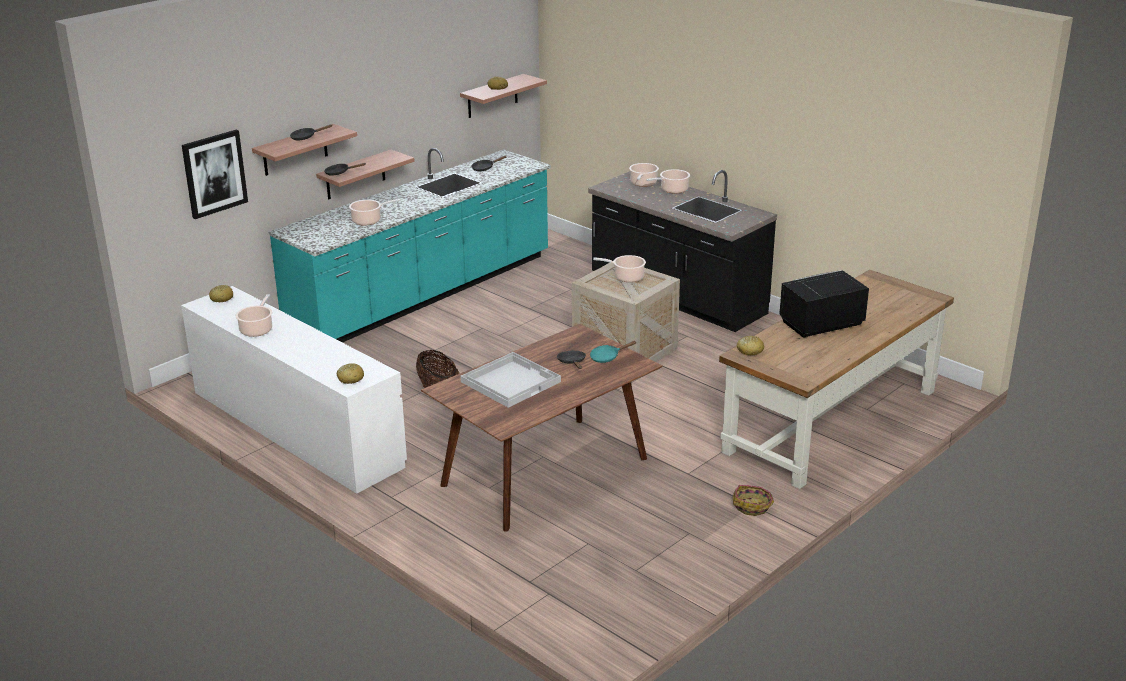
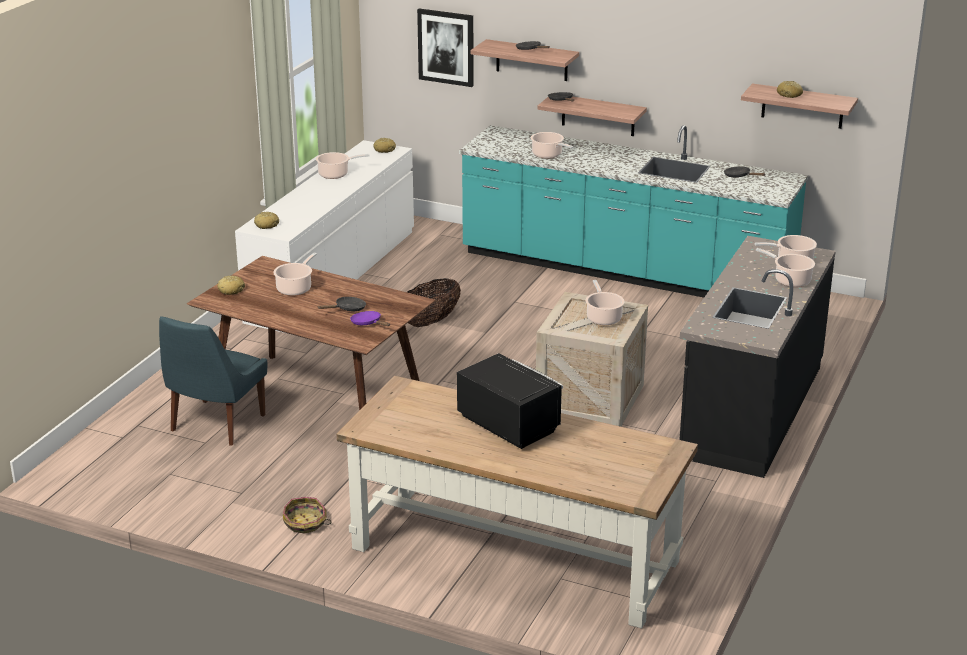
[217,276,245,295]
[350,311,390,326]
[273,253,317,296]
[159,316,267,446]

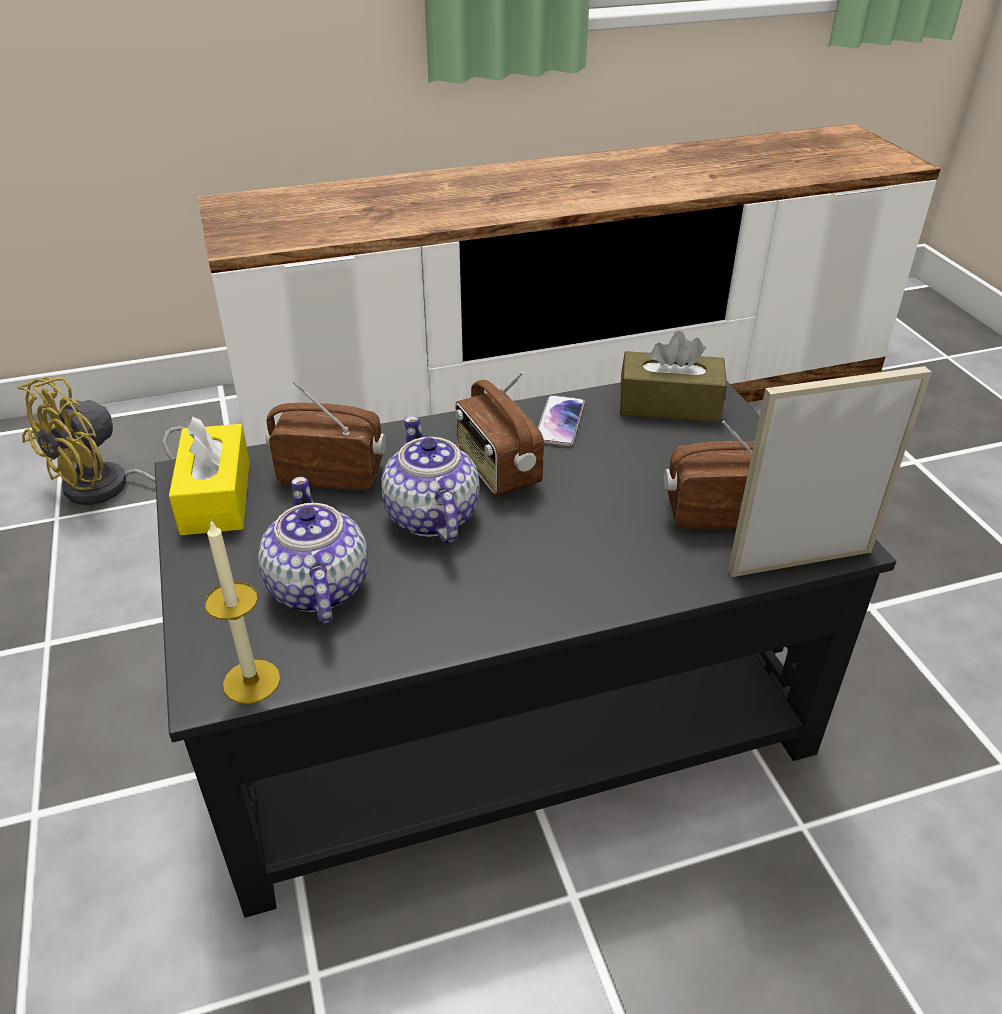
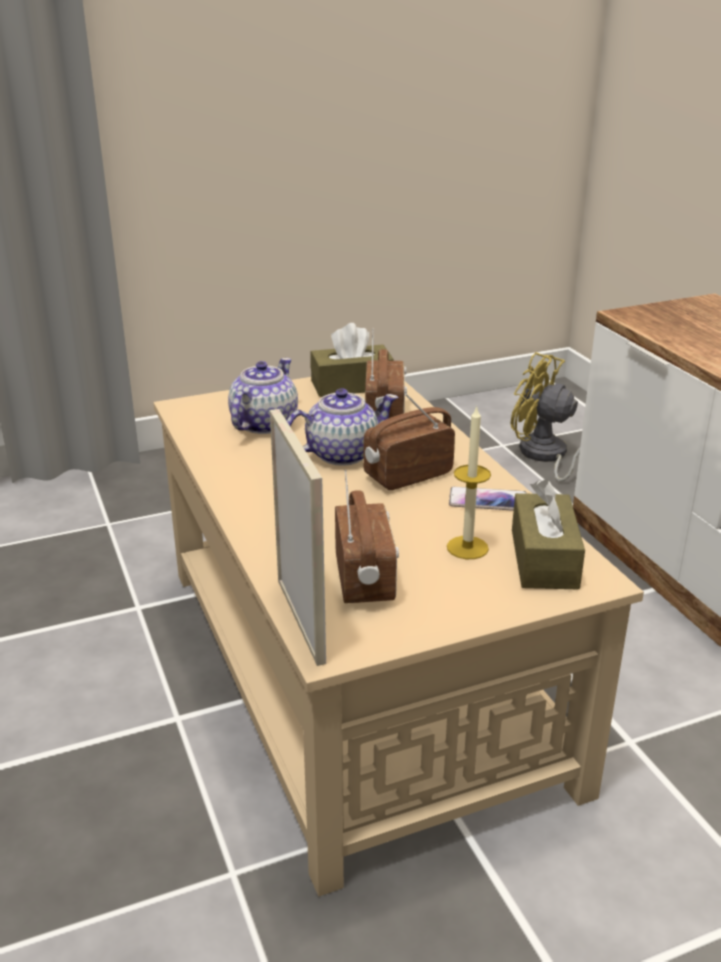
[153,377,644,896]
[311,323,394,397]
[228,358,298,434]
[447,406,491,559]

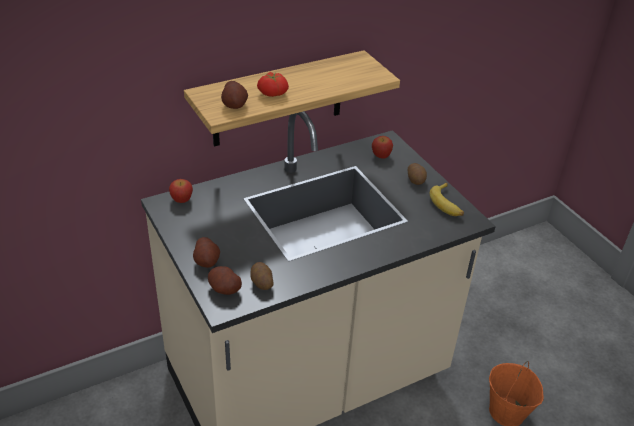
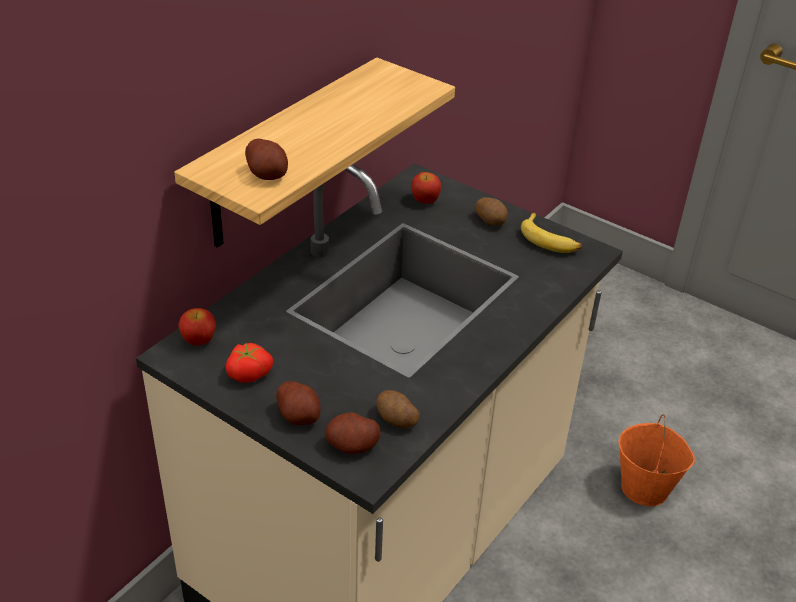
[226,343,273,383]

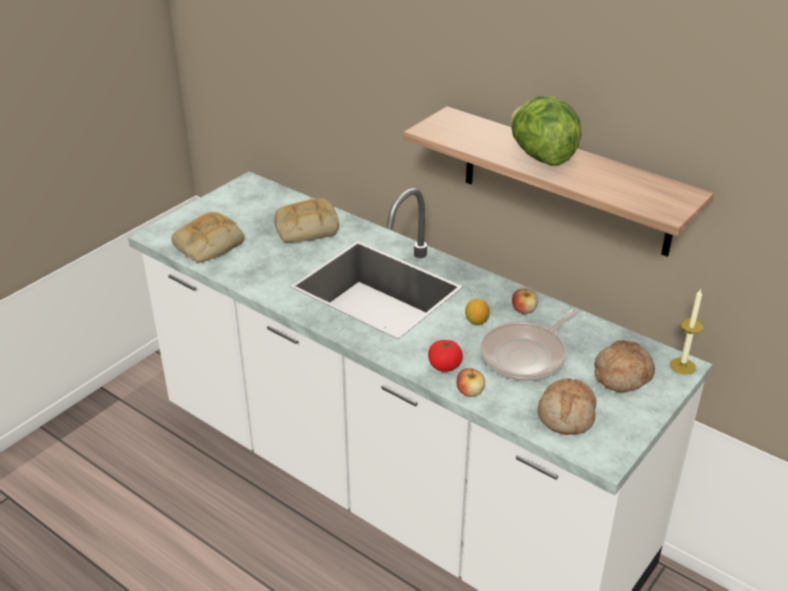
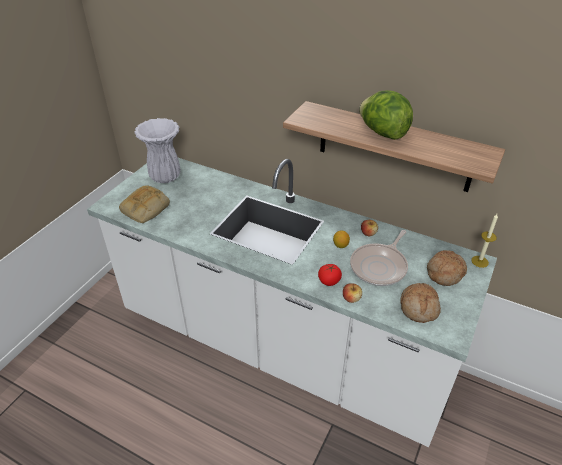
[274,198,339,242] (first image)
[134,118,181,183]

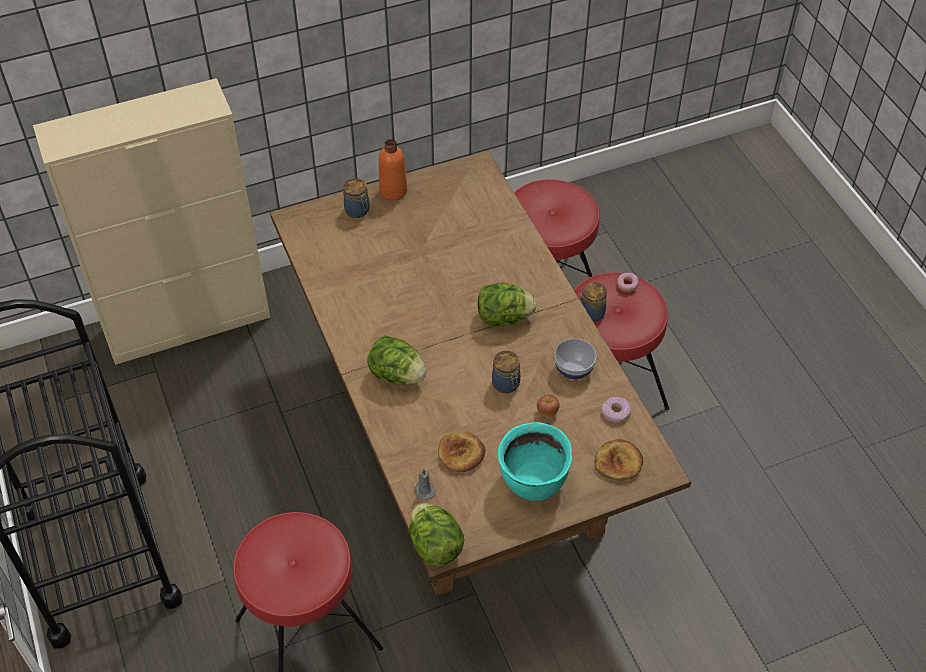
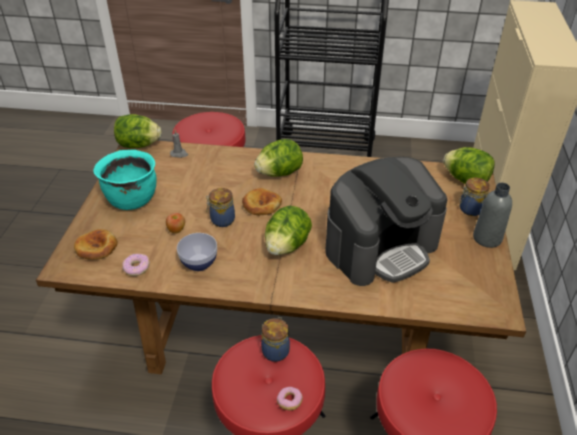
[473,183,512,248]
[242,188,282,216]
[443,147,495,184]
[325,157,447,286]

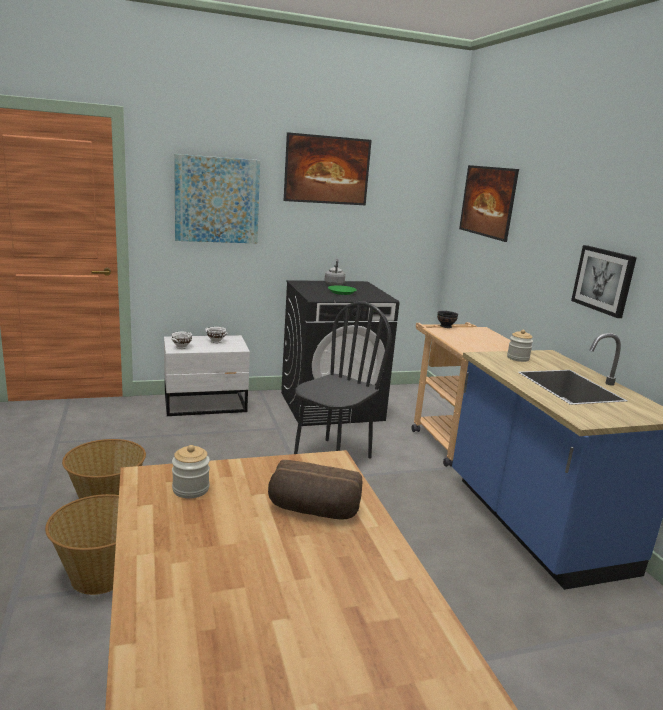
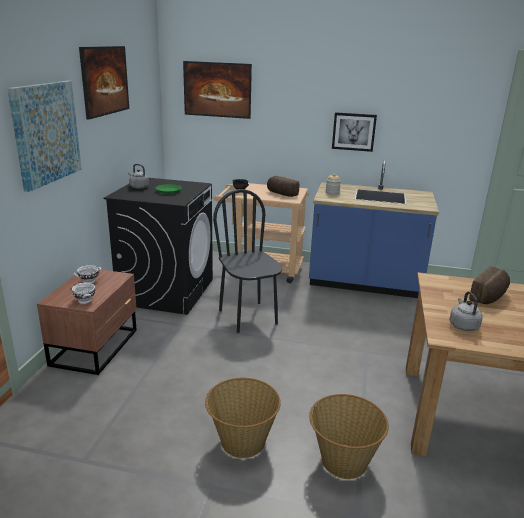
[37,269,137,375]
[450,291,483,331]
[267,176,299,197]

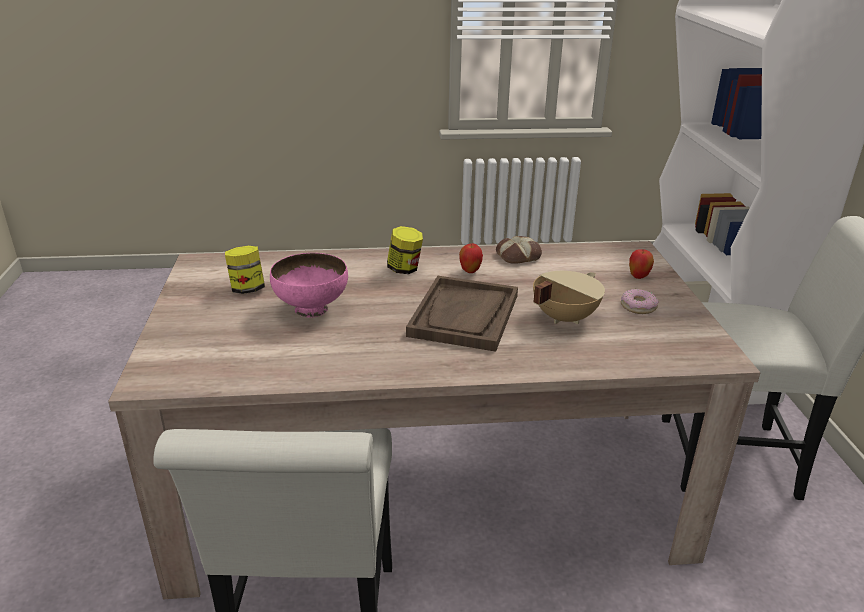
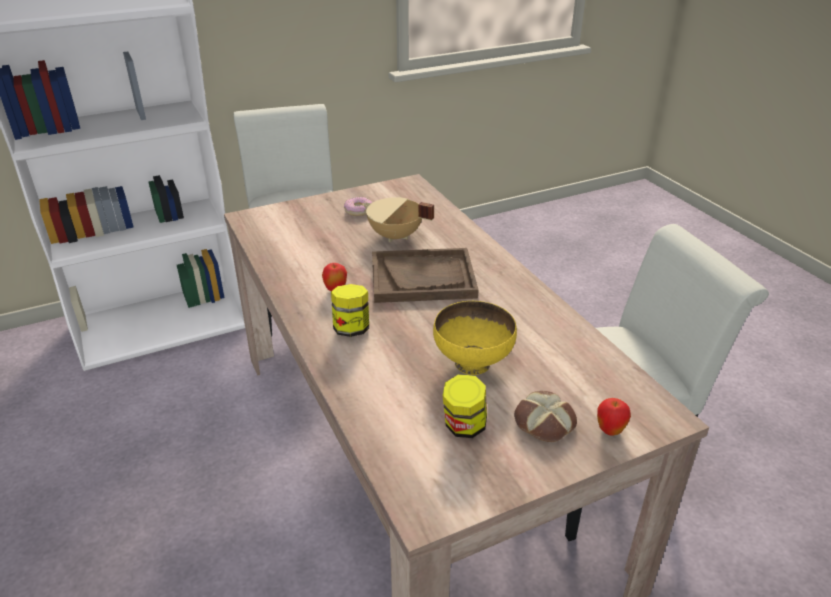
[514,391,577,442]
[597,398,631,436]
[433,301,517,375]

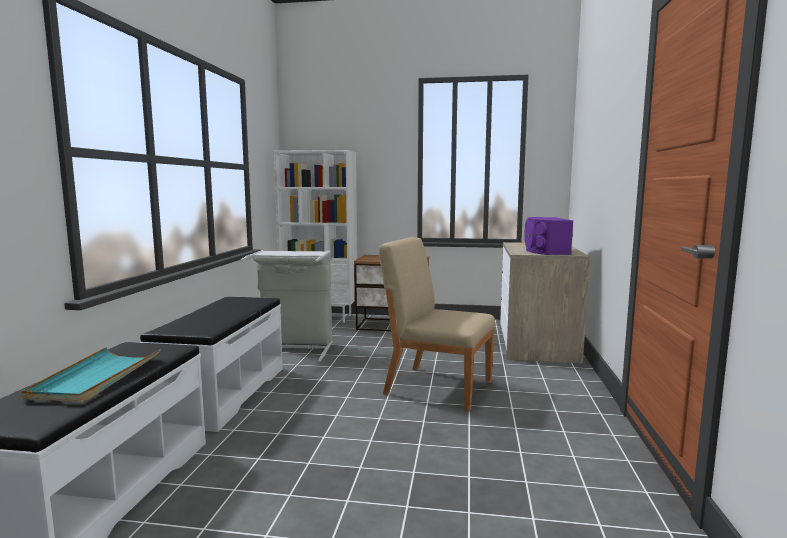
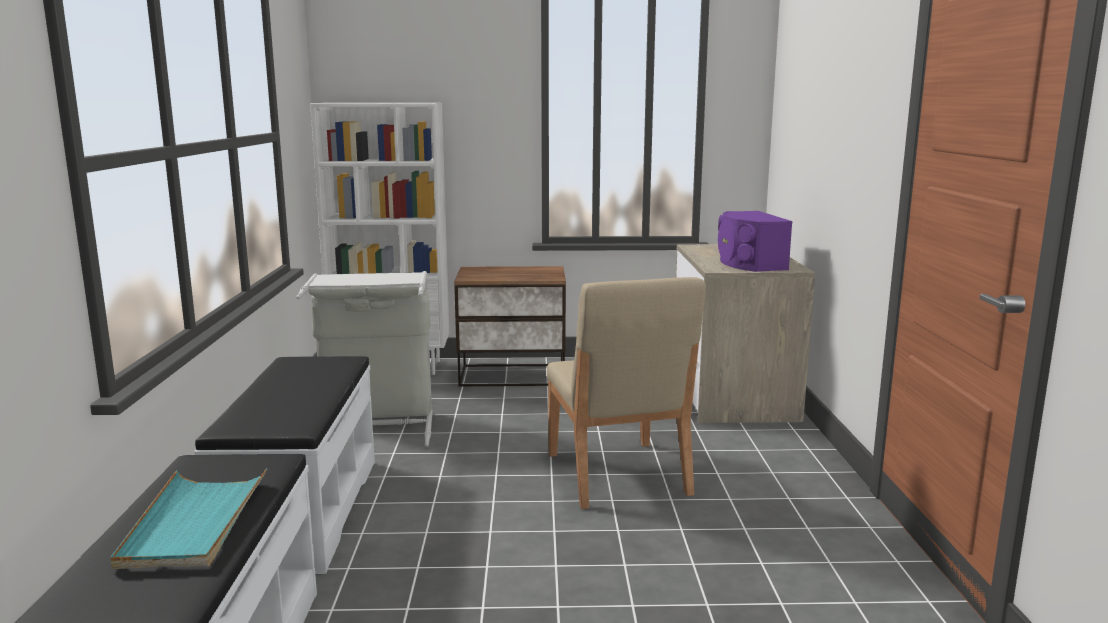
[547,277,706,509]

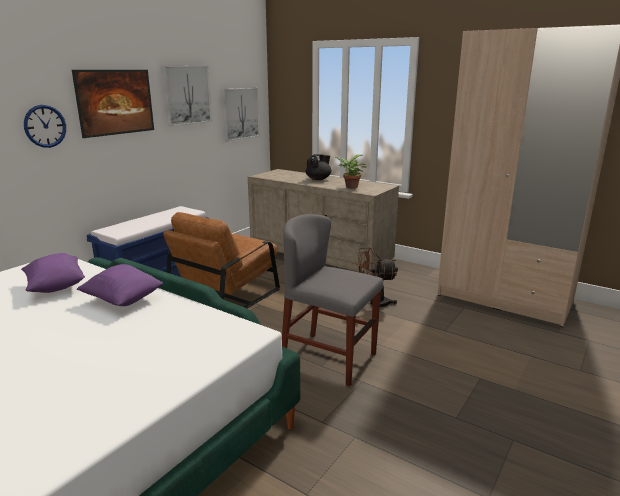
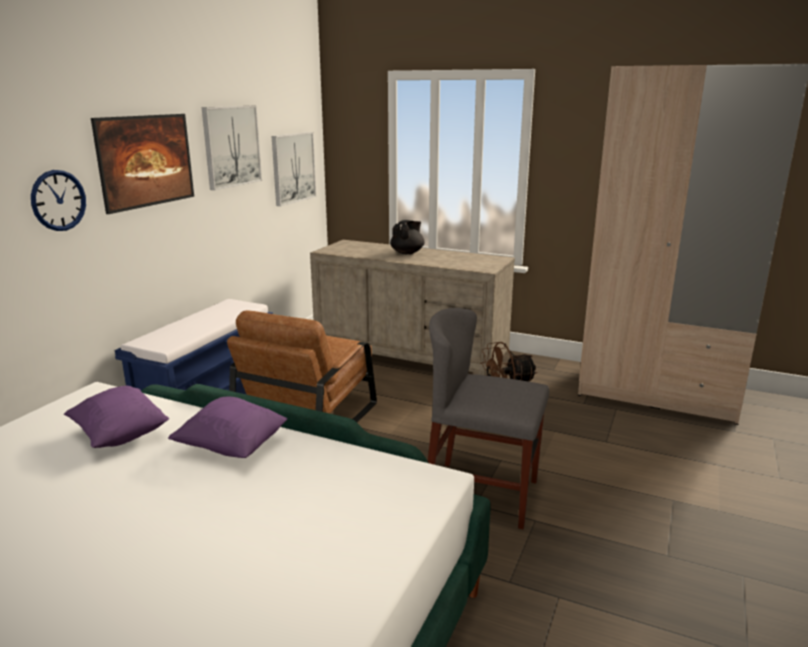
[335,154,366,189] (first image)

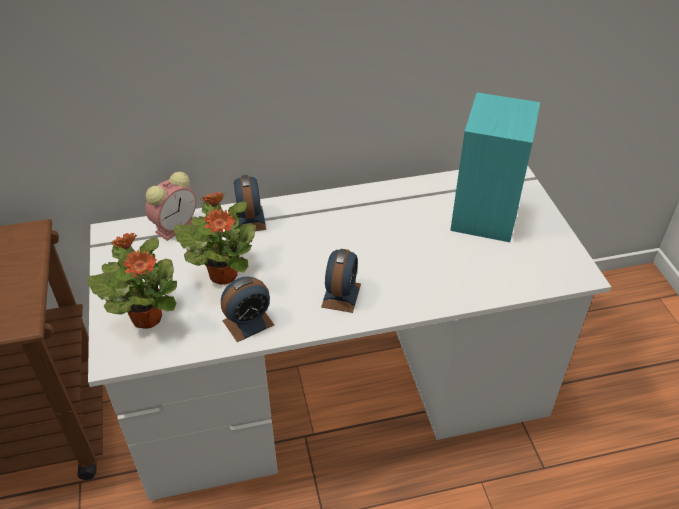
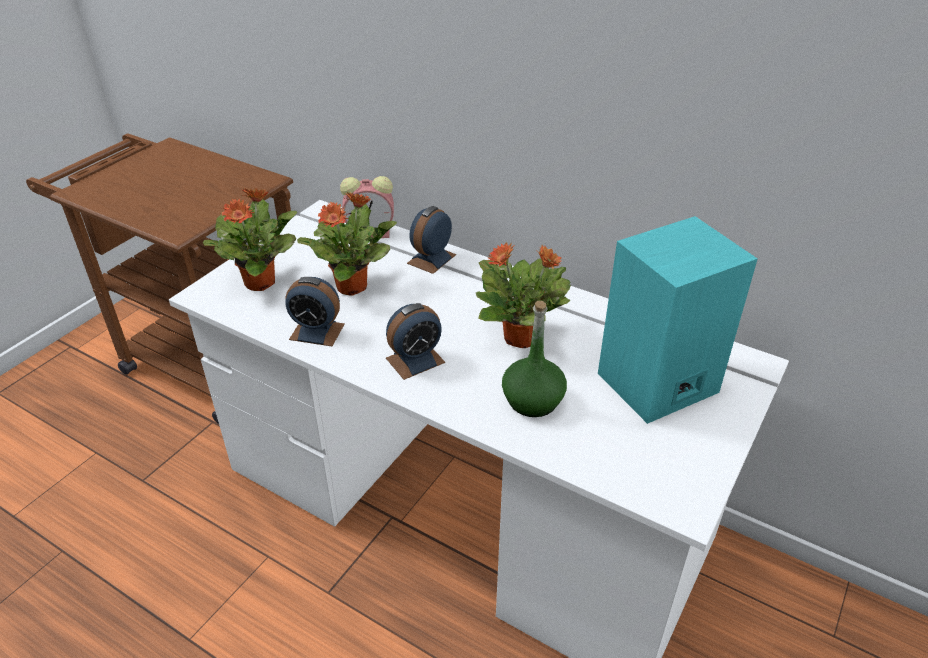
[476,242,571,348]
[502,301,567,417]

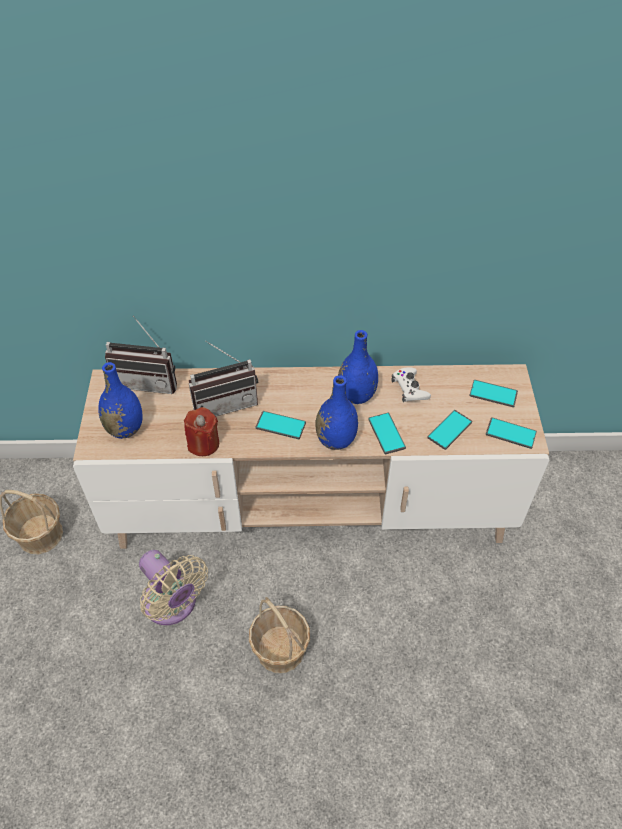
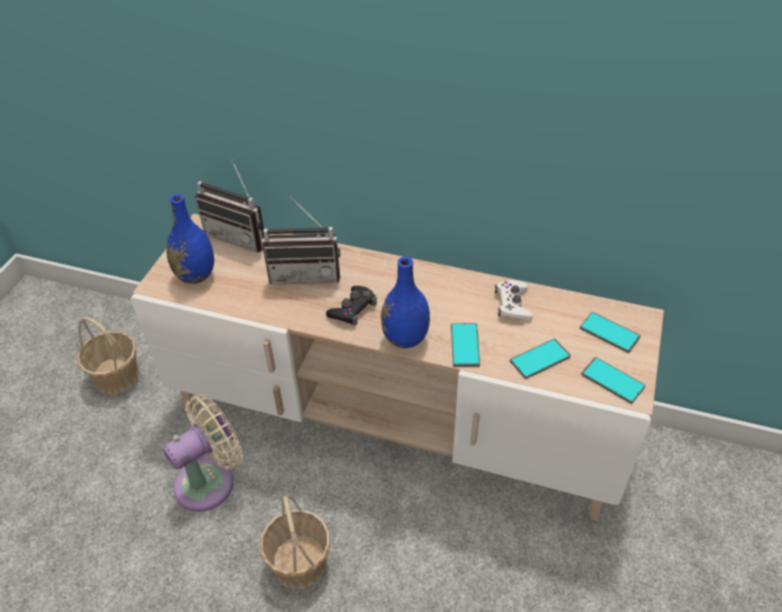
[338,330,378,404] (first image)
[184,407,219,456] (first image)
[326,286,377,326]
[163,394,243,512]

